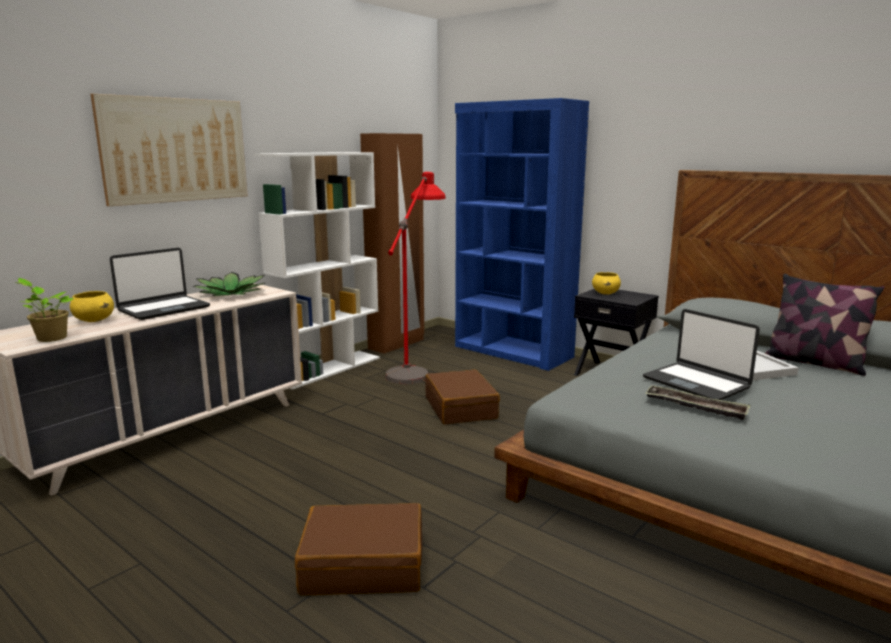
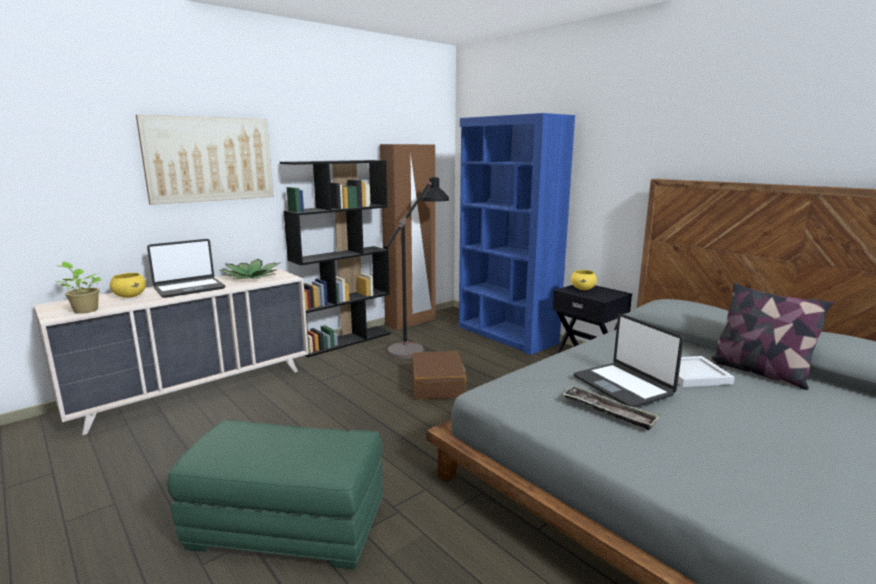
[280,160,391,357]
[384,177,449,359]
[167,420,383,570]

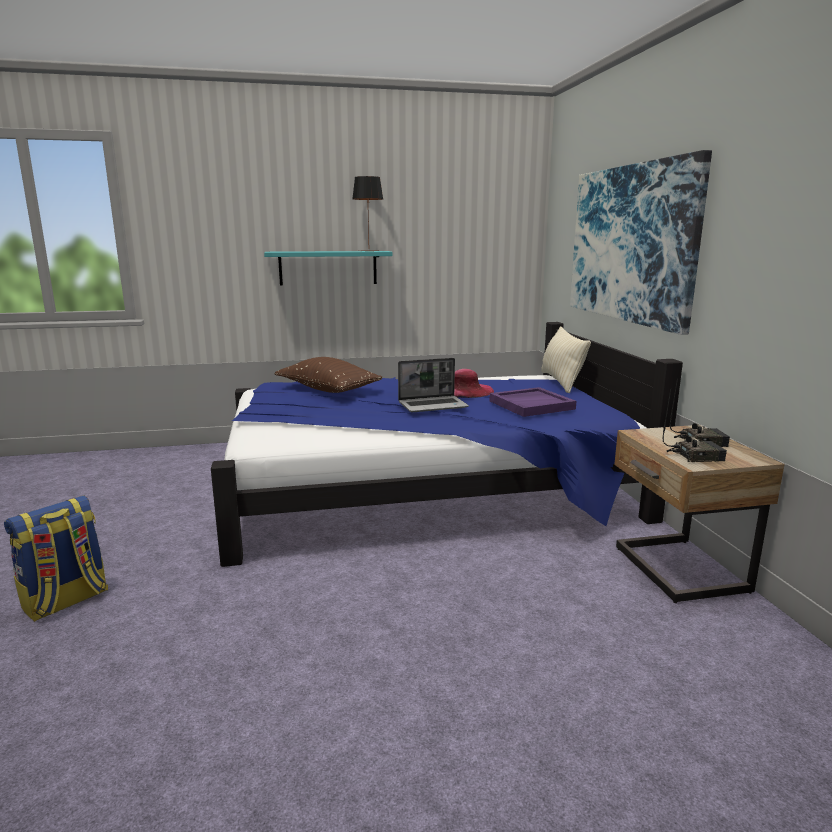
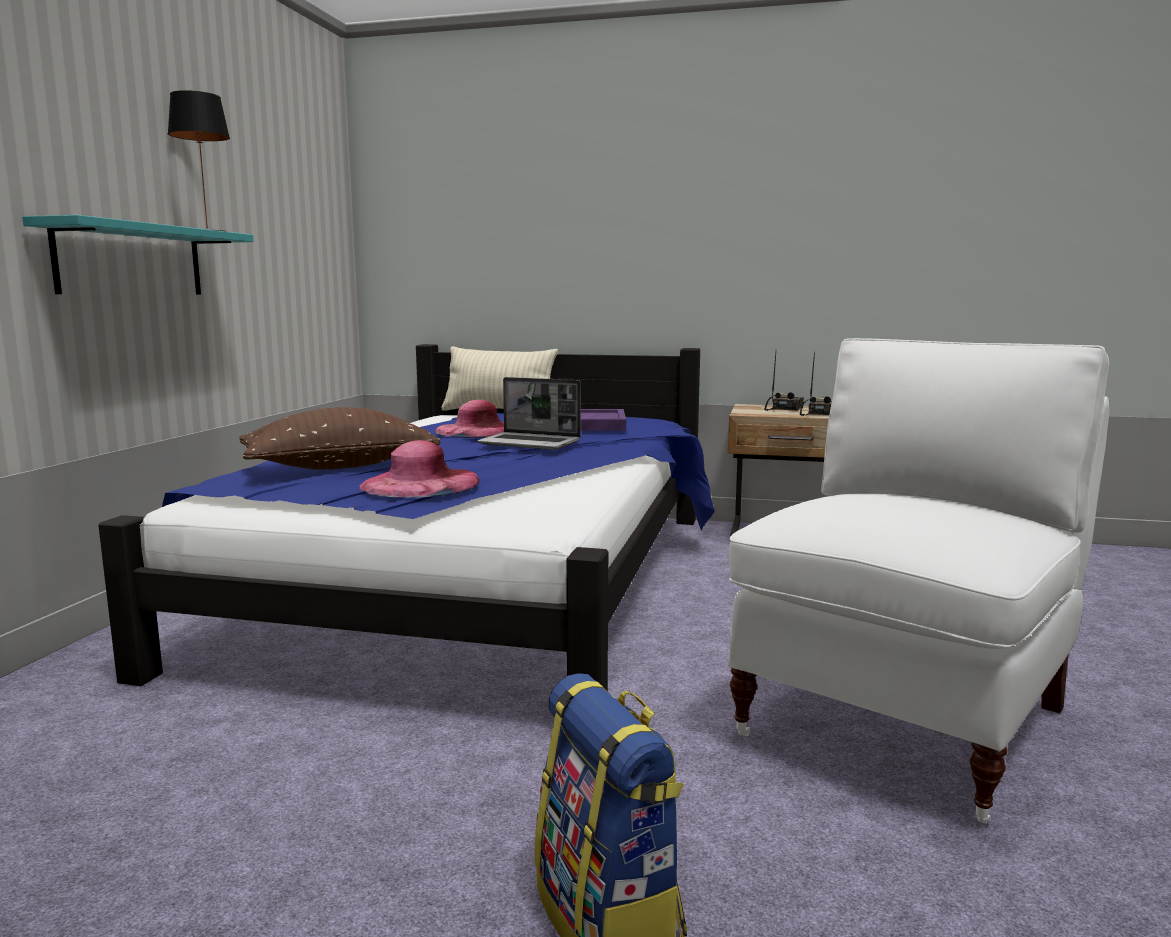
[570,150,712,335] (first image)
[477,377,581,450]
[728,338,1110,824]
[359,440,479,498]

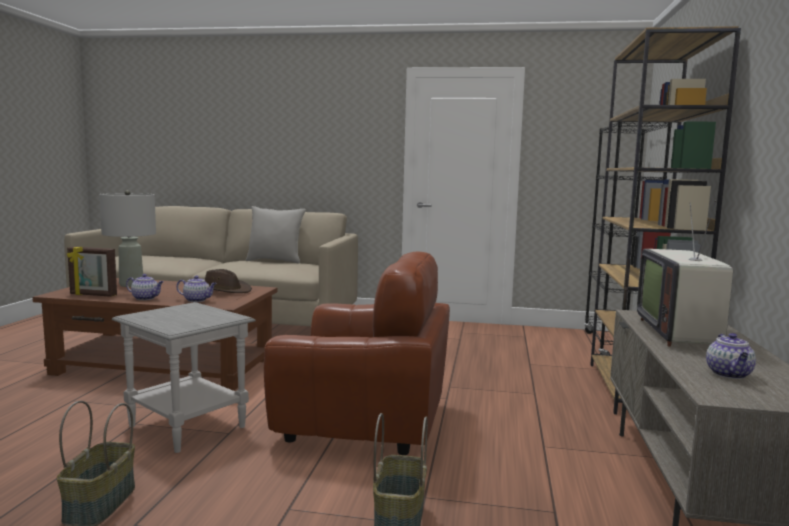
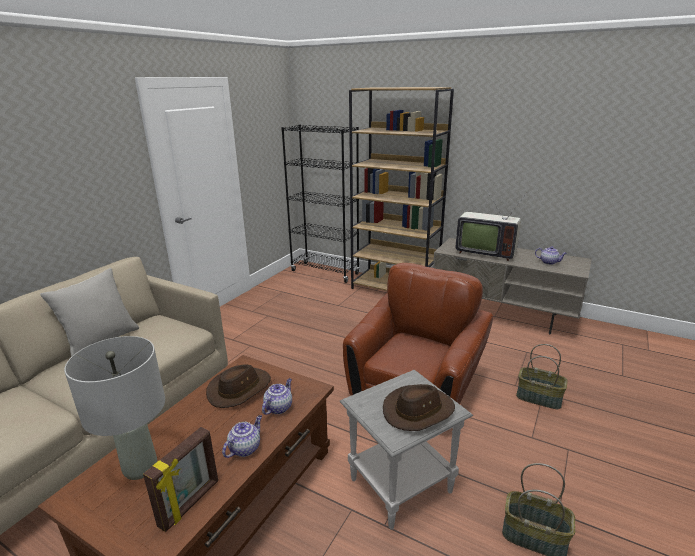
[383,384,455,431]

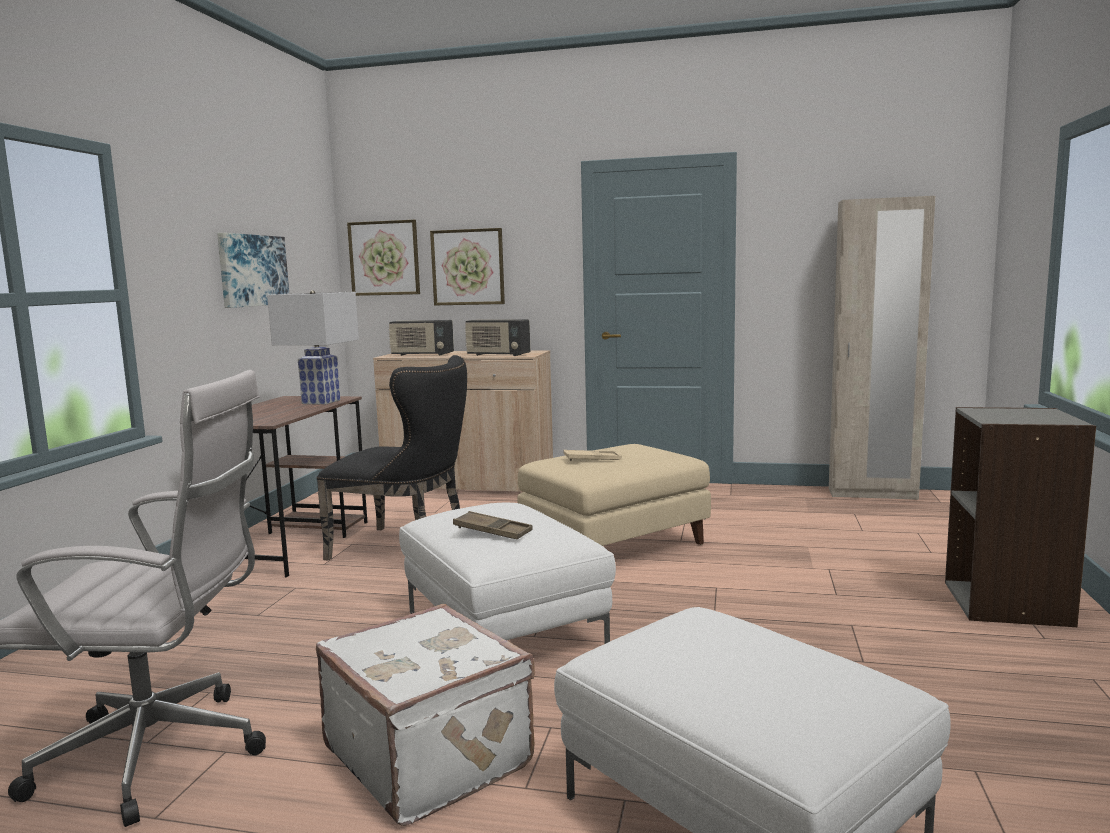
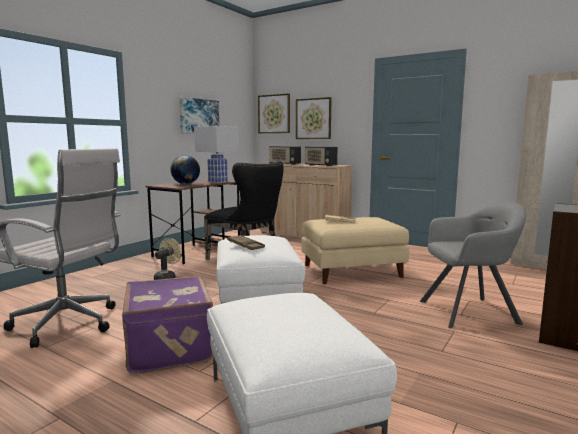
[122,276,213,374]
[171,155,200,184]
[420,202,527,328]
[154,238,182,280]

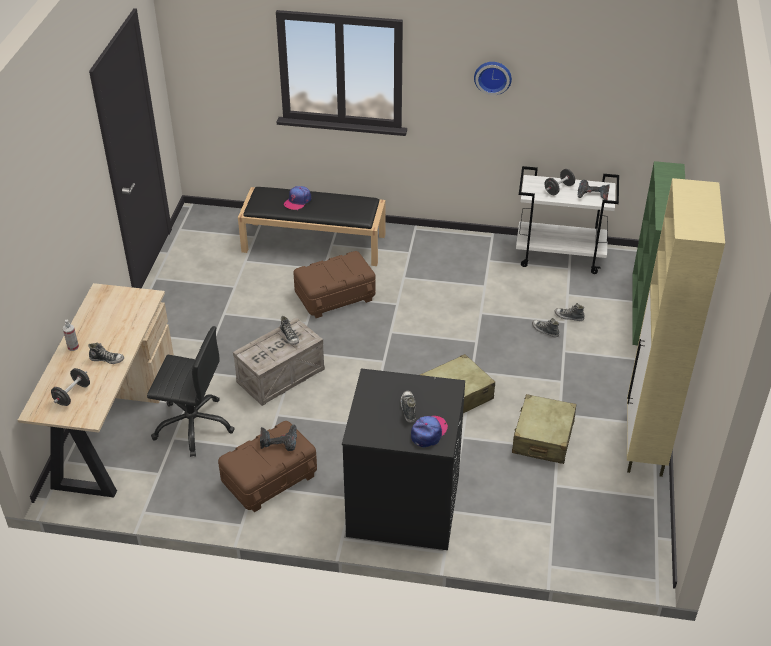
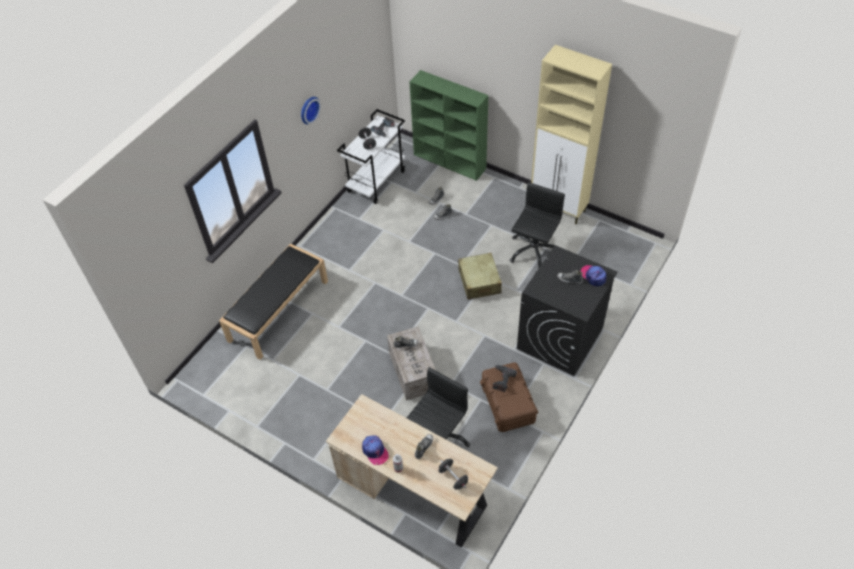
[362,435,389,465]
[293,251,376,318] (first image)
[510,182,565,268]

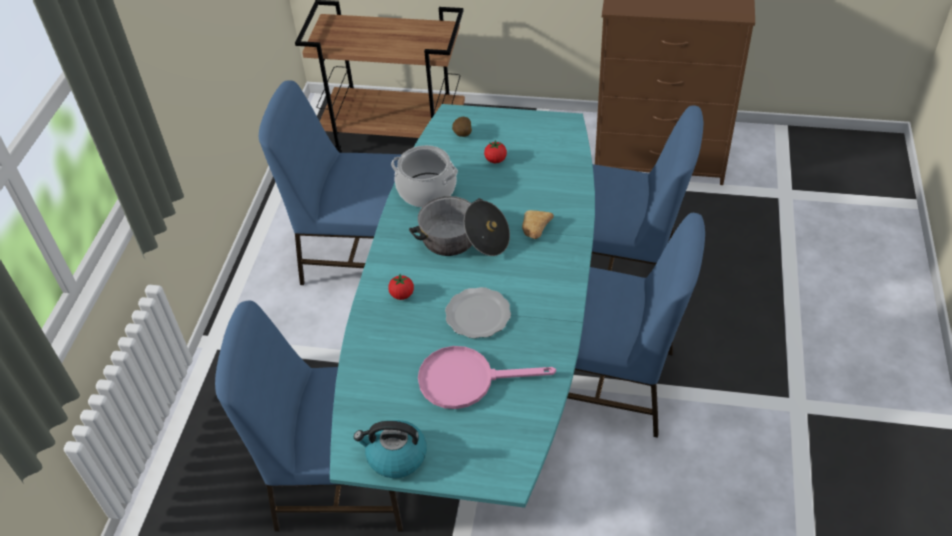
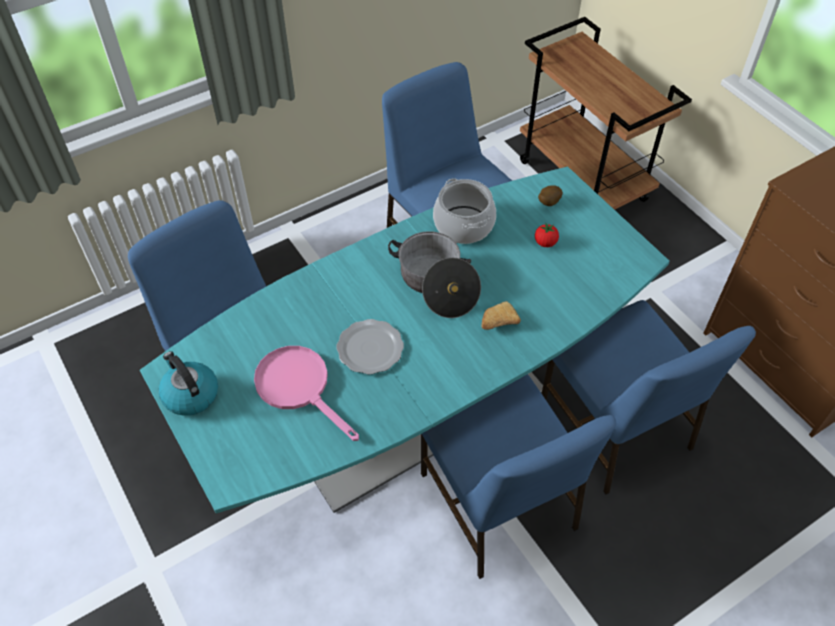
[388,274,414,300] (first image)

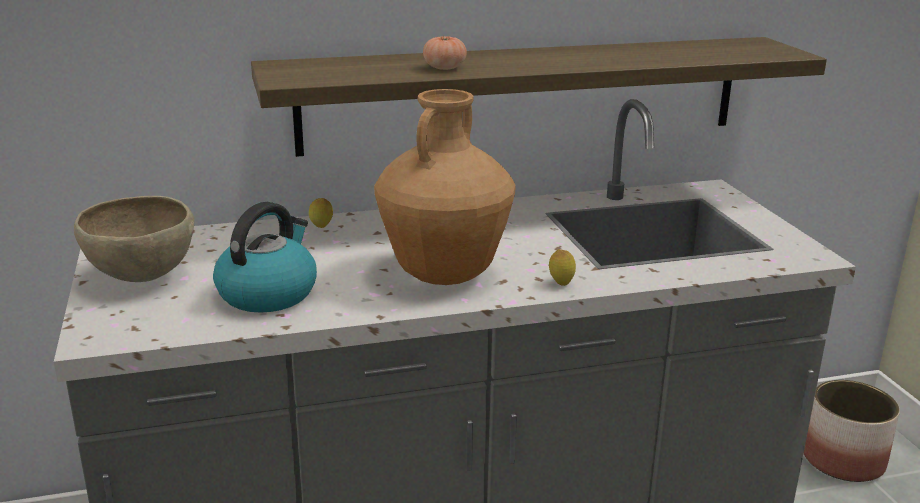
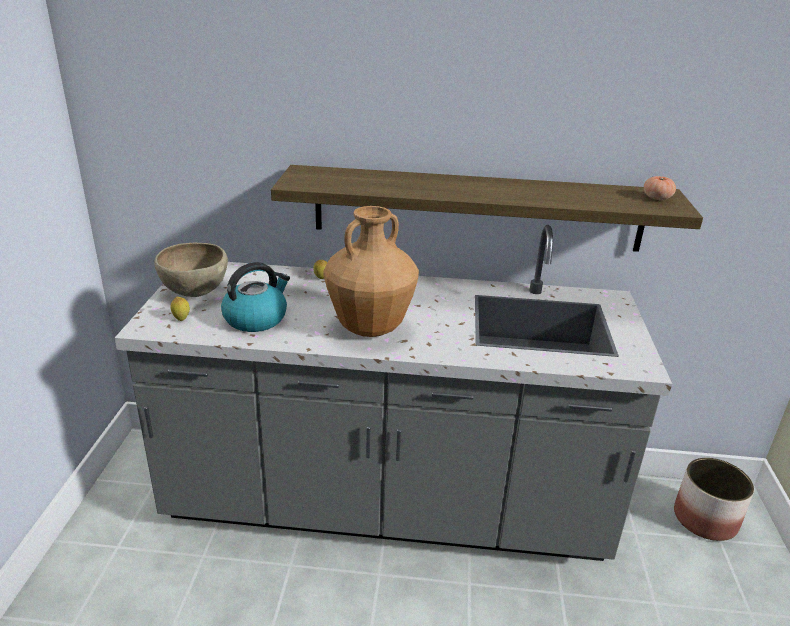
[644,176,676,200]
[170,297,190,321]

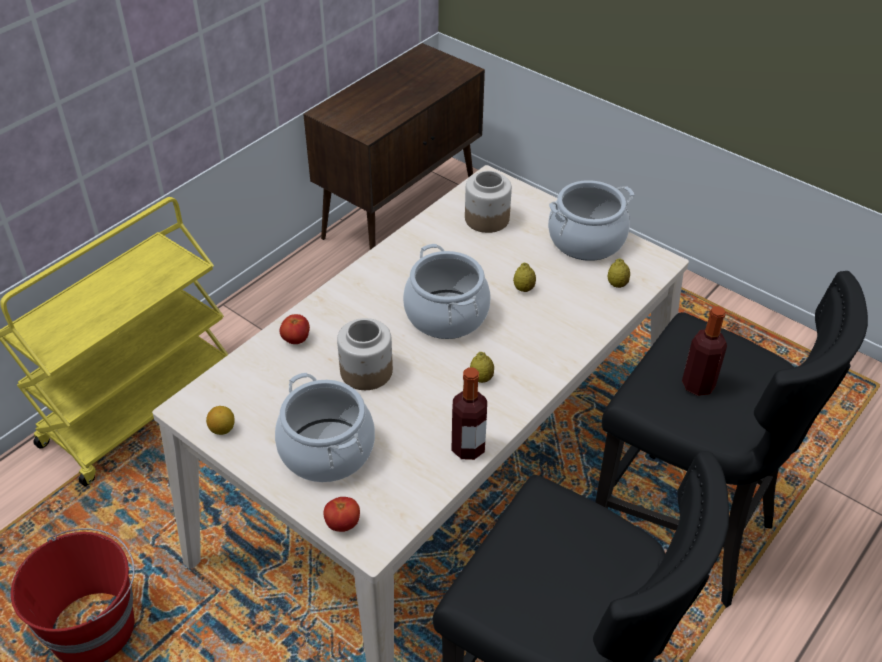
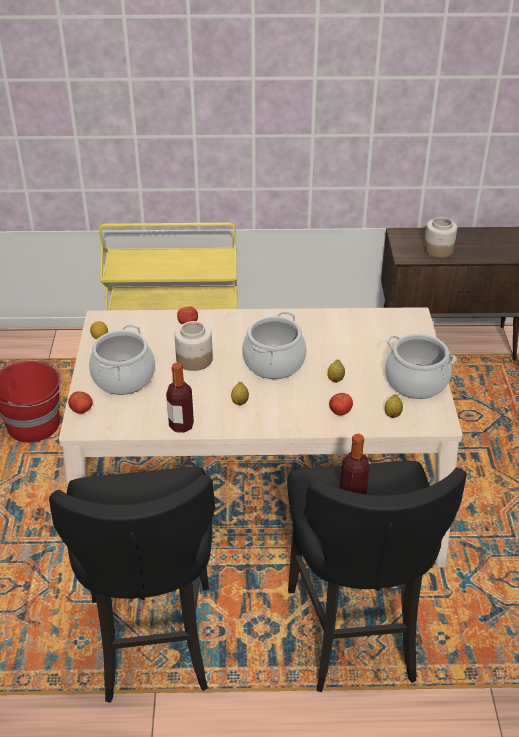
[424,217,457,258]
[329,393,353,415]

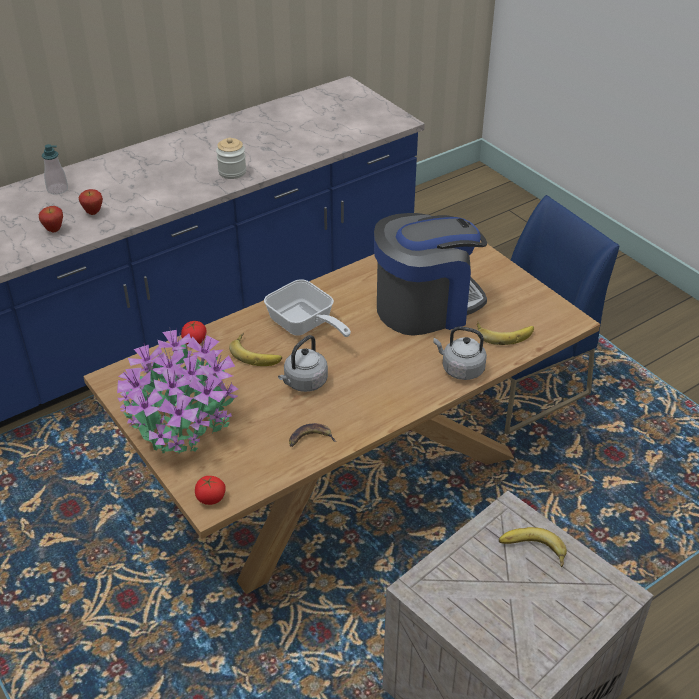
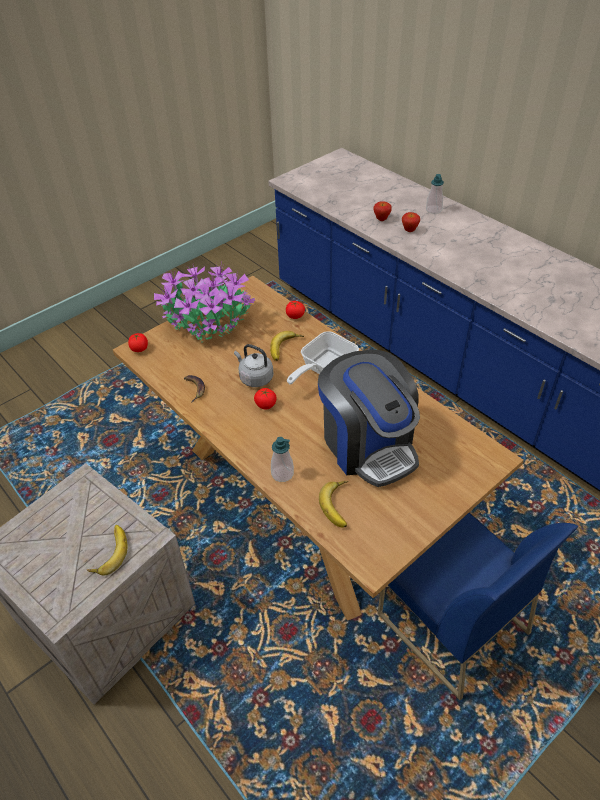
[216,137,246,179] (first image)
[271,437,294,482]
[254,388,277,409]

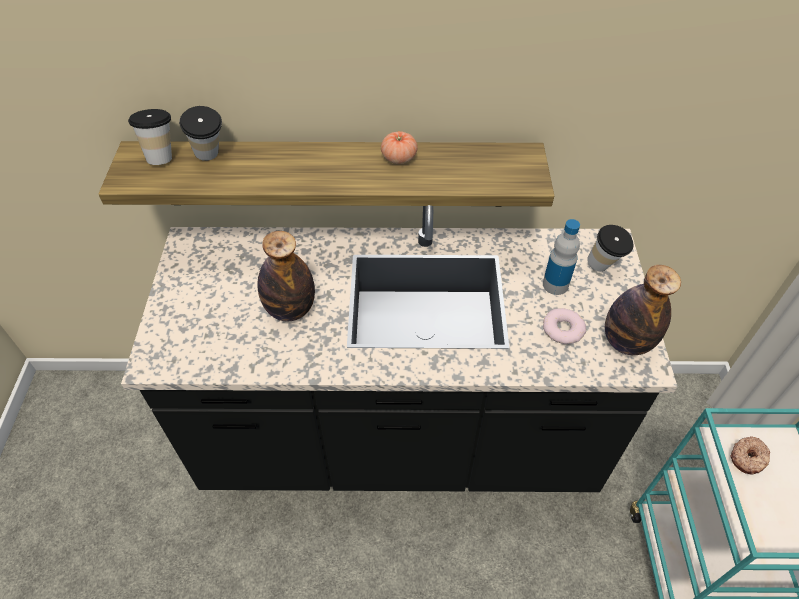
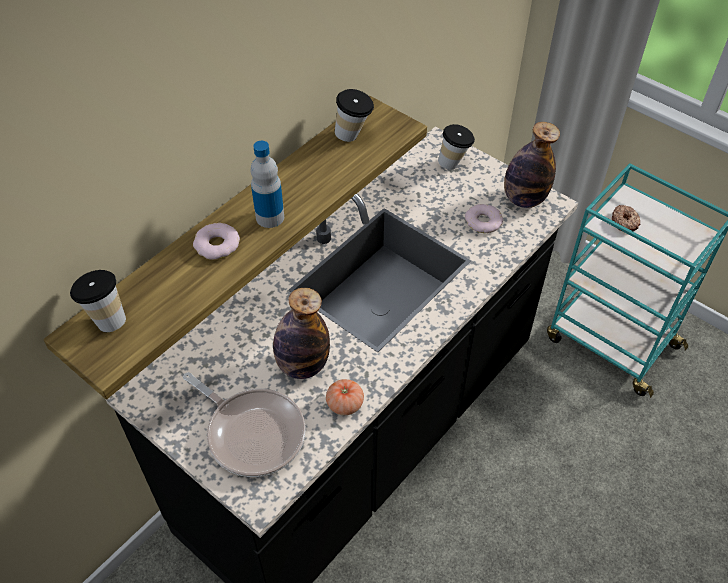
[335,89,374,142]
[326,379,364,415]
[251,141,284,228]
[193,223,240,259]
[183,372,306,477]

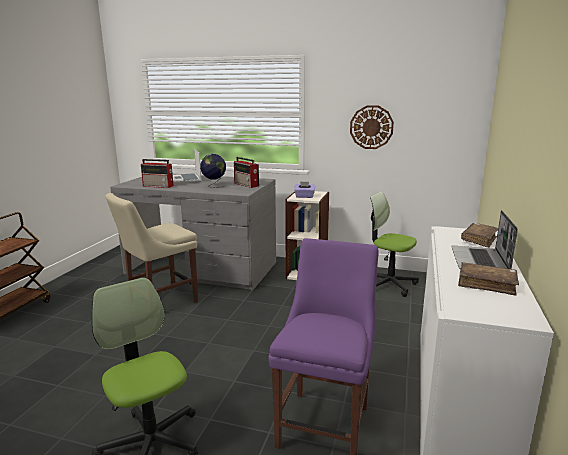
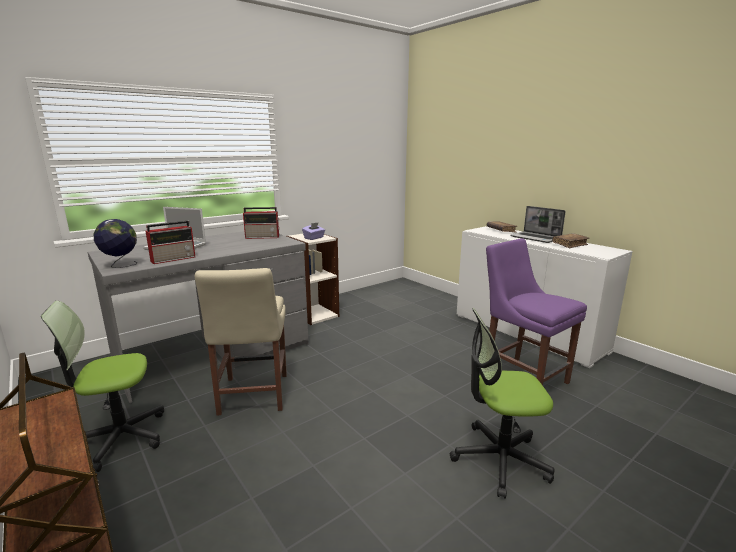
[350,105,394,149] (first image)
[93,219,138,268]
[41,301,164,472]

